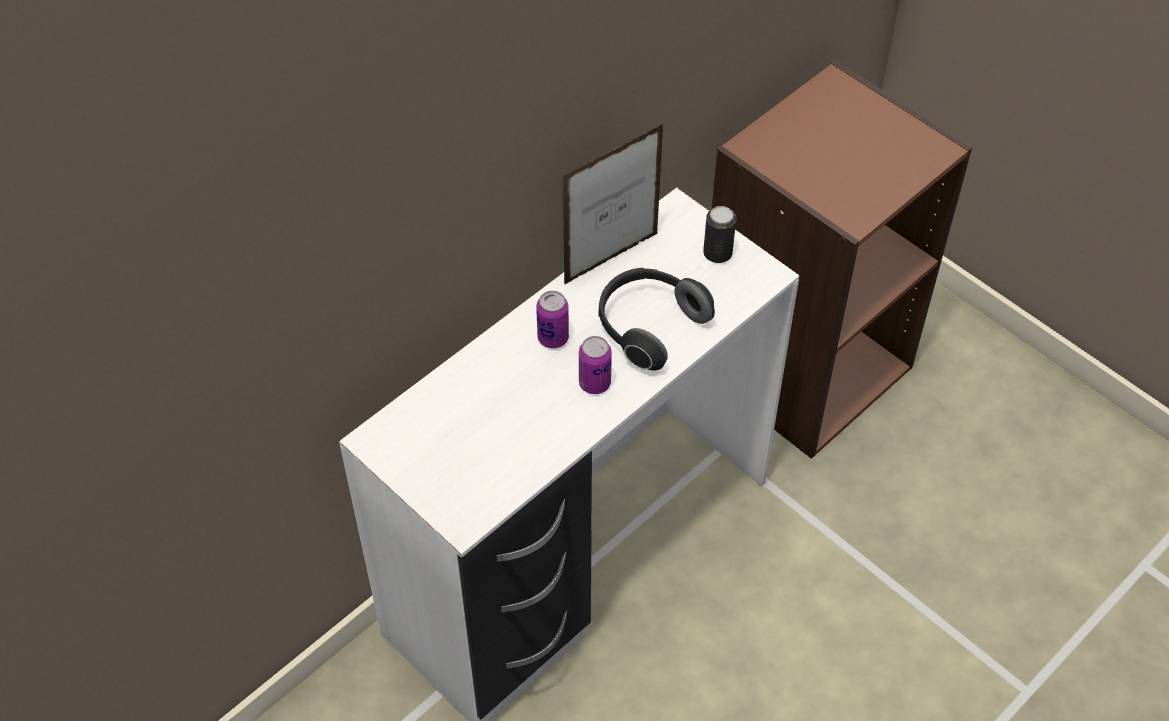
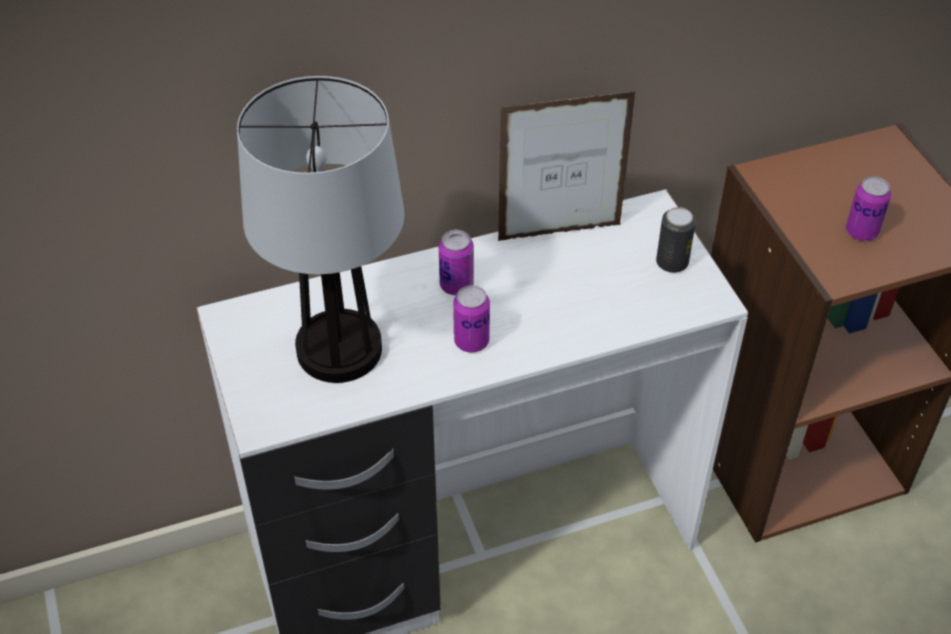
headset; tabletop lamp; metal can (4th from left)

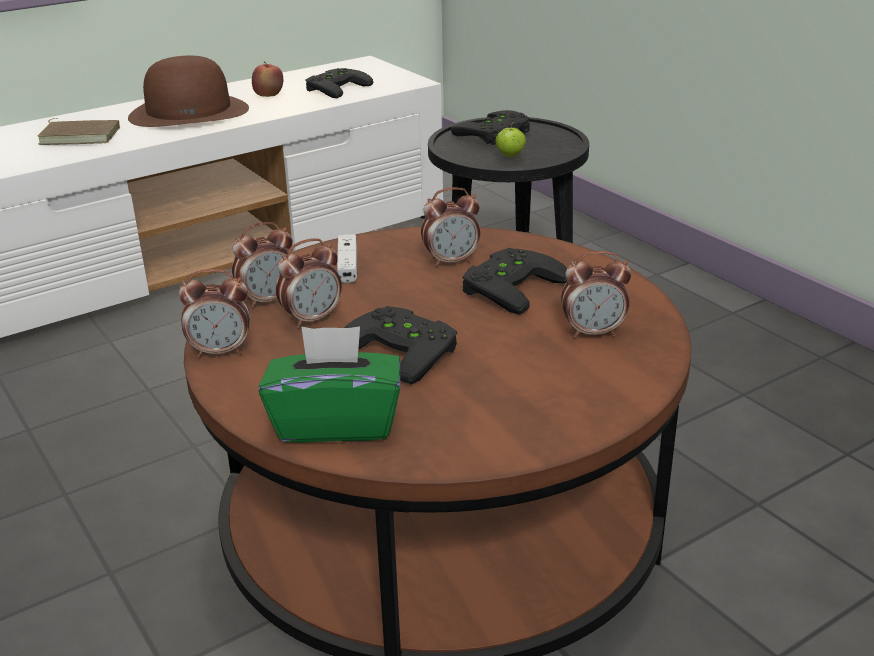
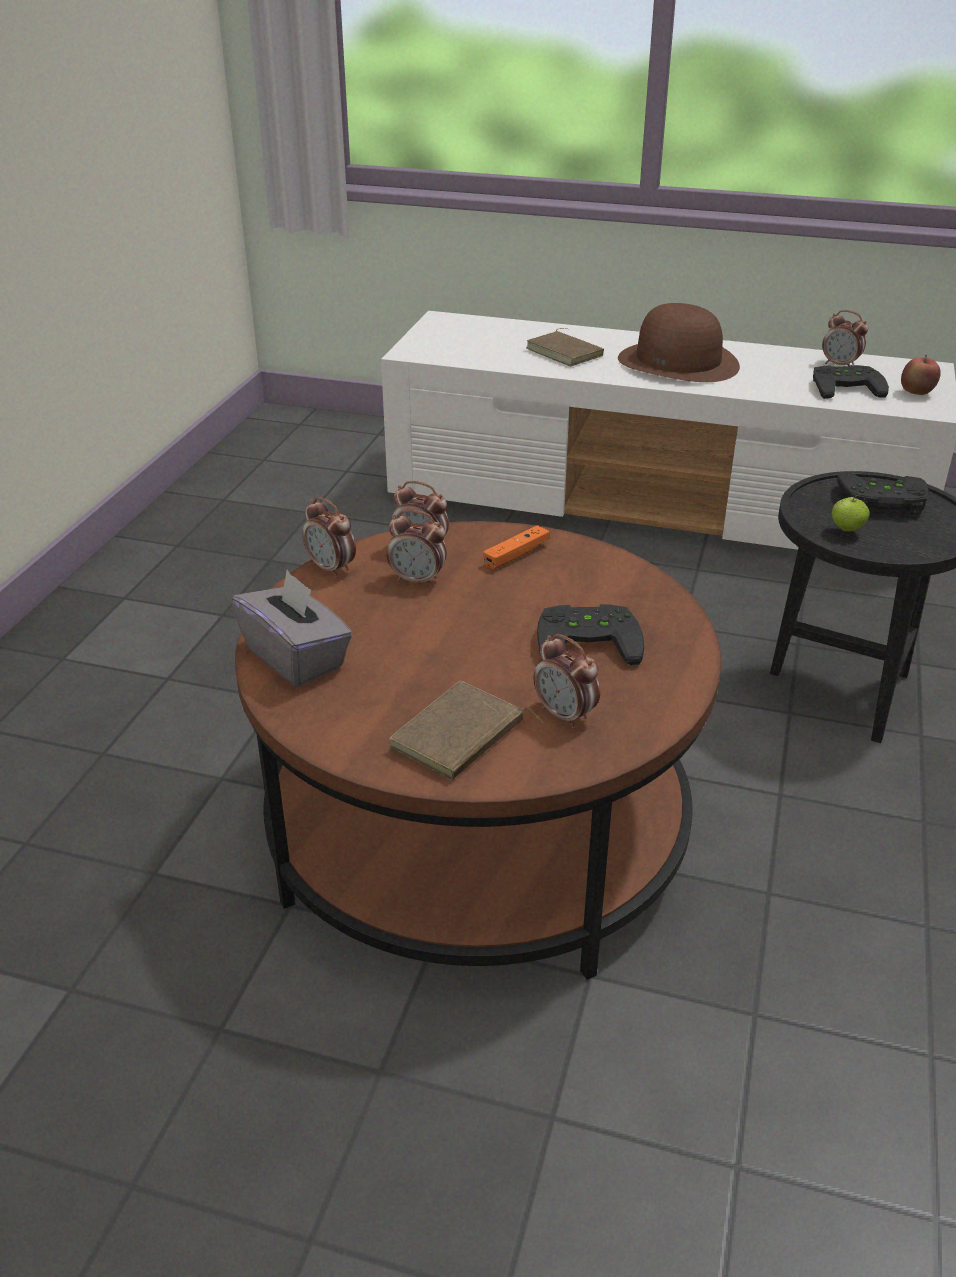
black-coloured gamepad (2nd from left in the first image); brownish book (1st from left); apple fruit (2nd from left); bedside clock (5th from left); gray tissue holder; orange gamepad

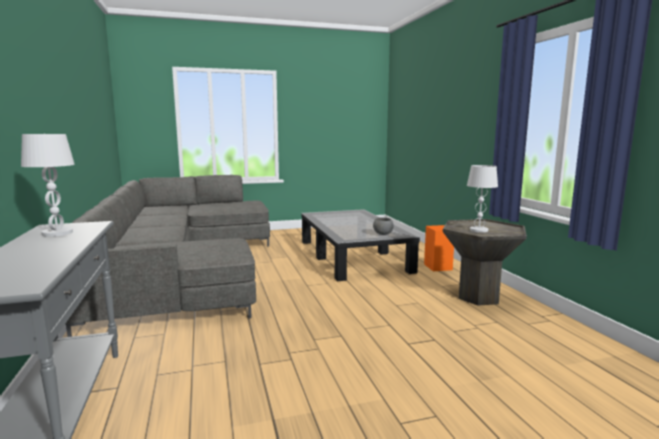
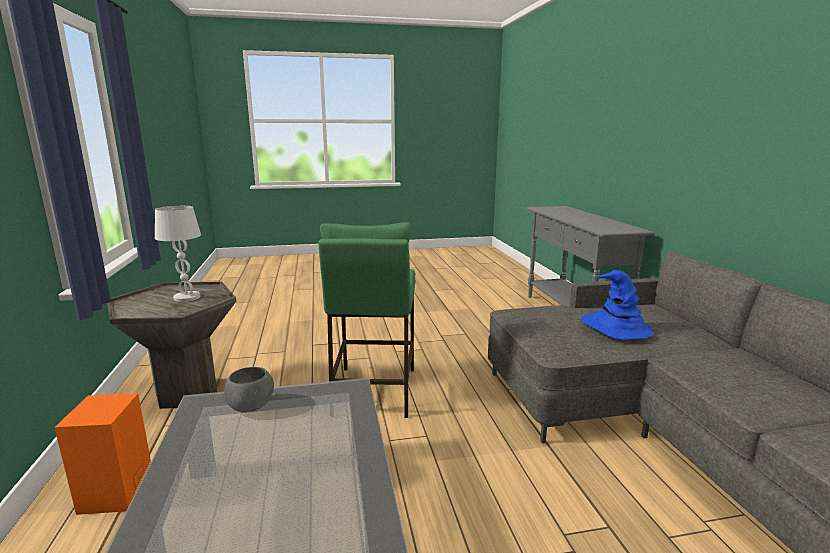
whitish tabletop lamp (1st from left in the first image); greenish stool; blue-coloured wearable hat

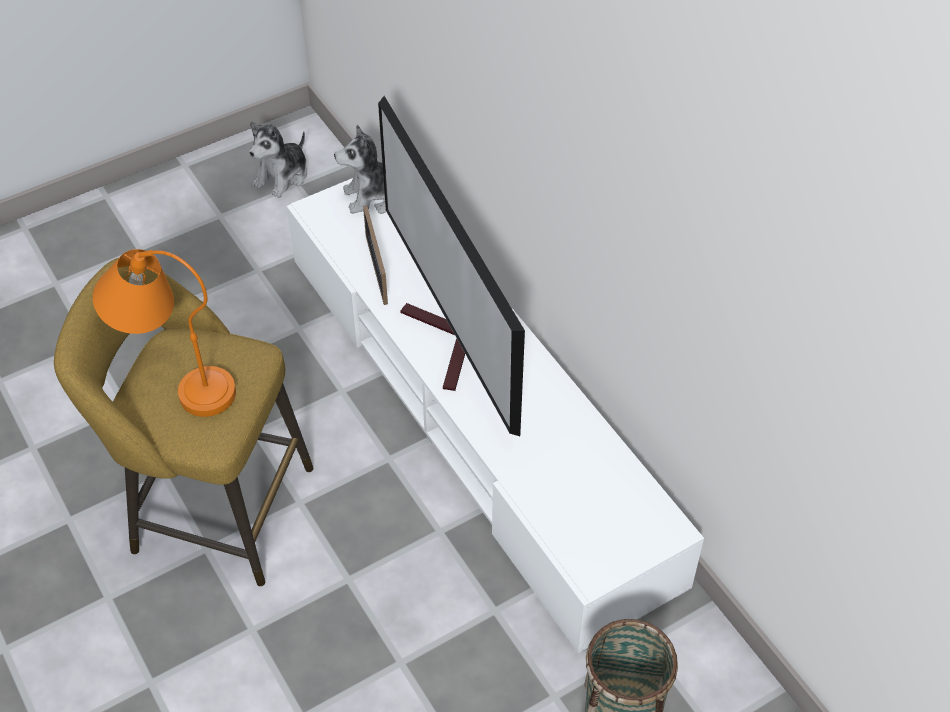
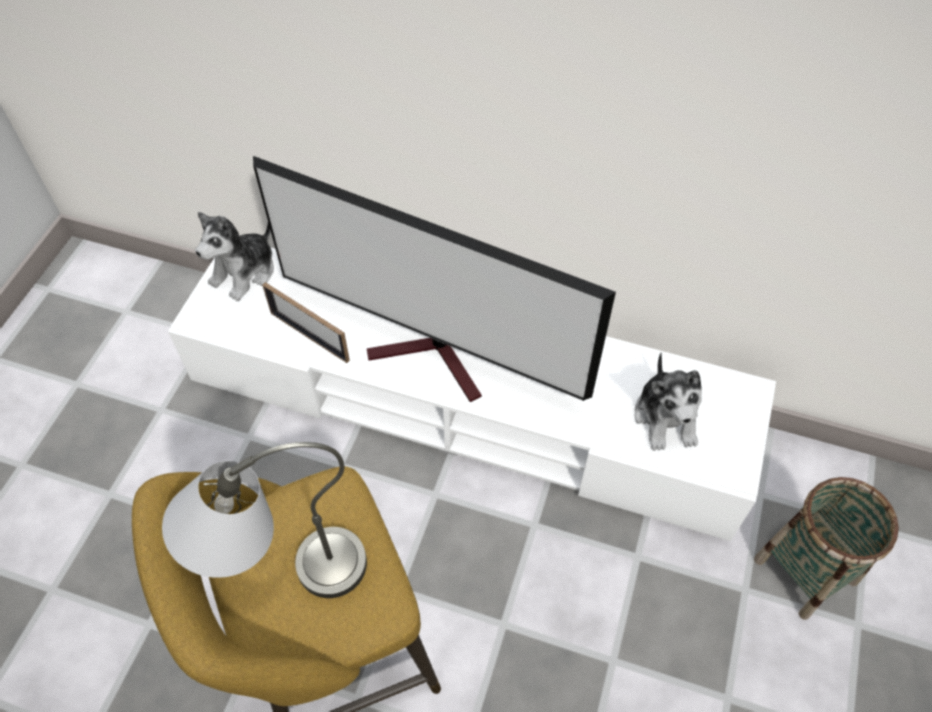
soft toy (2nd from left); gray tabletop lamp

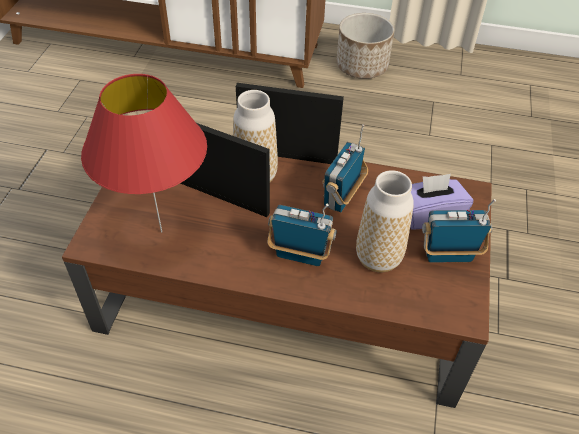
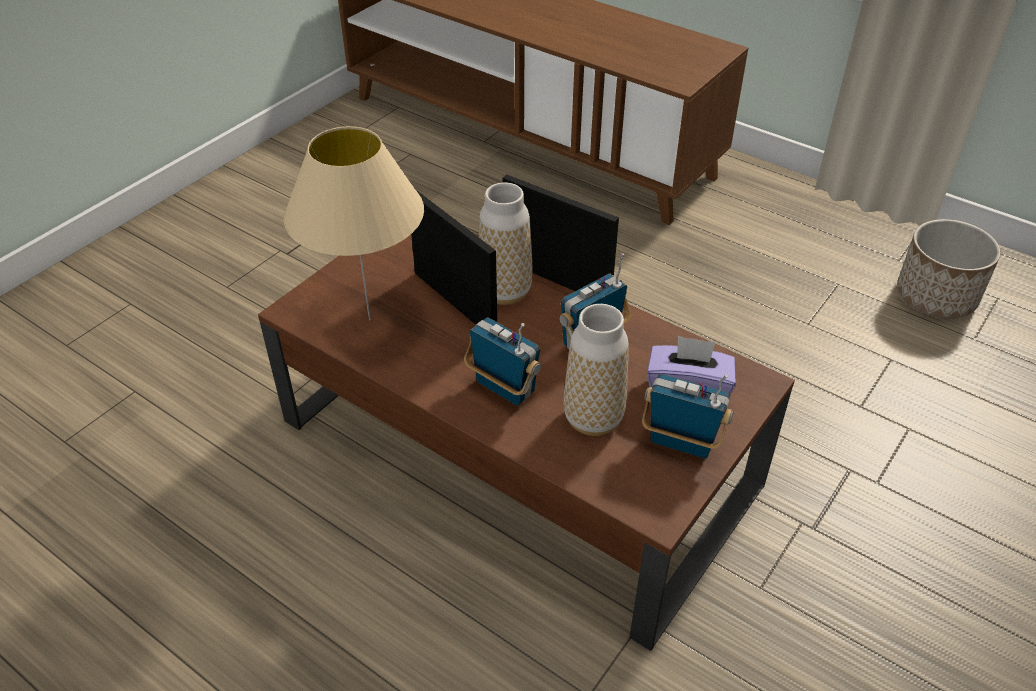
flower pot; sand-coloured tabletop lamp

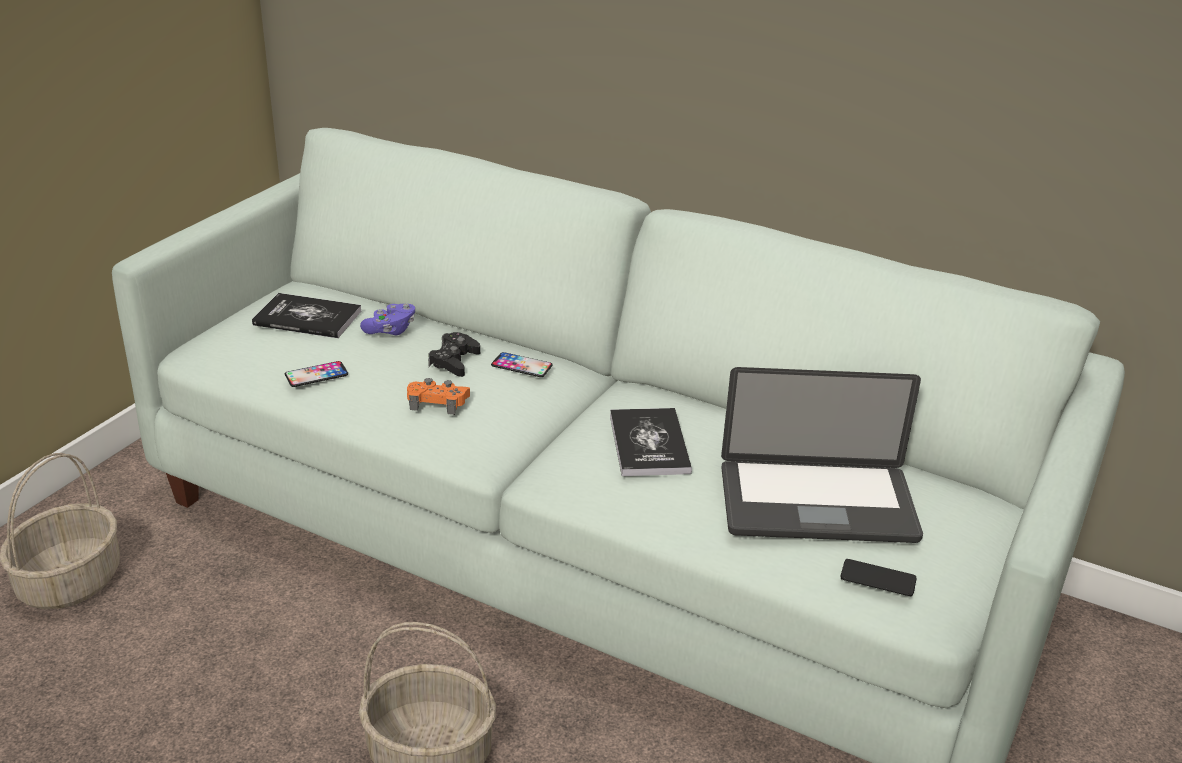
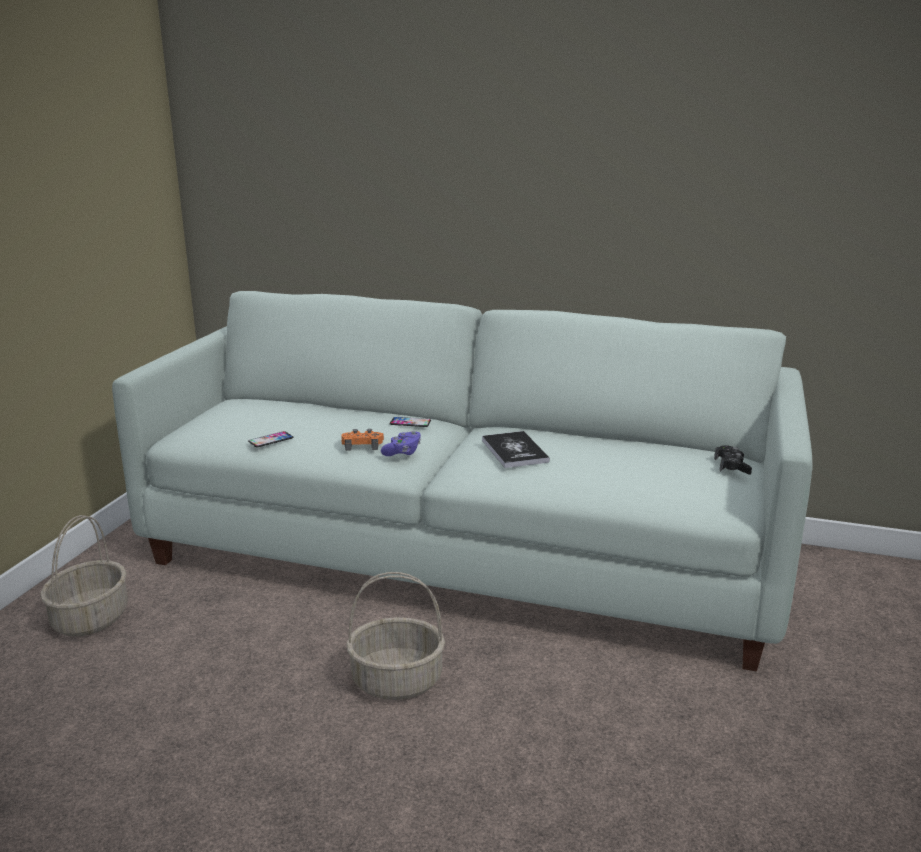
book (1st from left in the first image); notebook computer; handset (3rd from left in the first image); purple gamepad; black-coloured gamepad

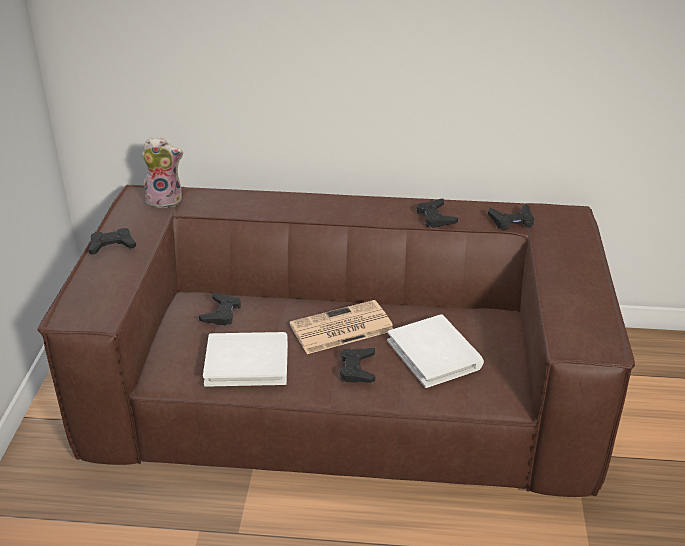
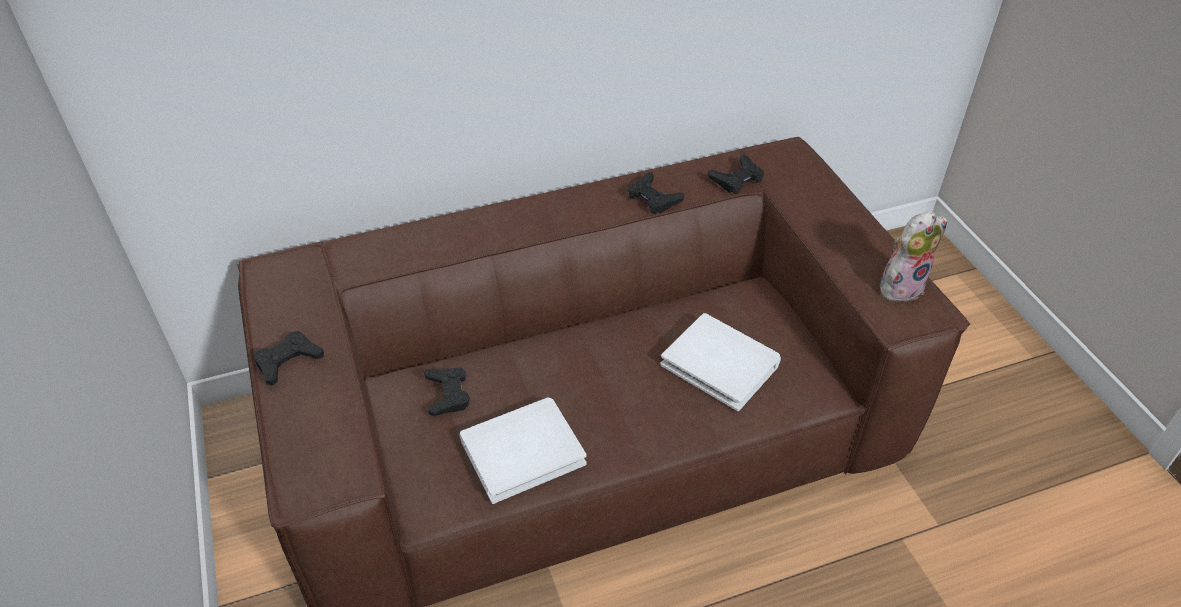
daily paper; black-coloured gamepad (3rd from left in the first image); soft toy

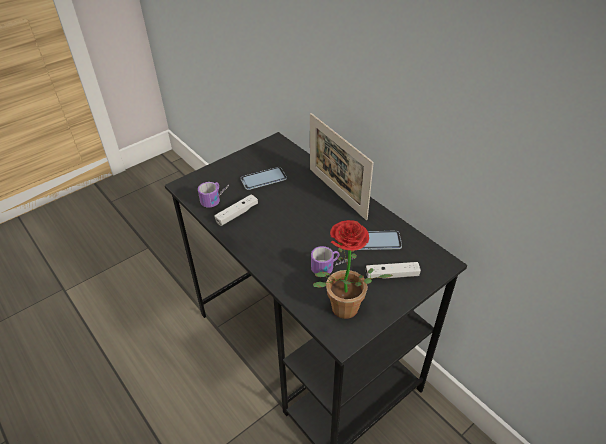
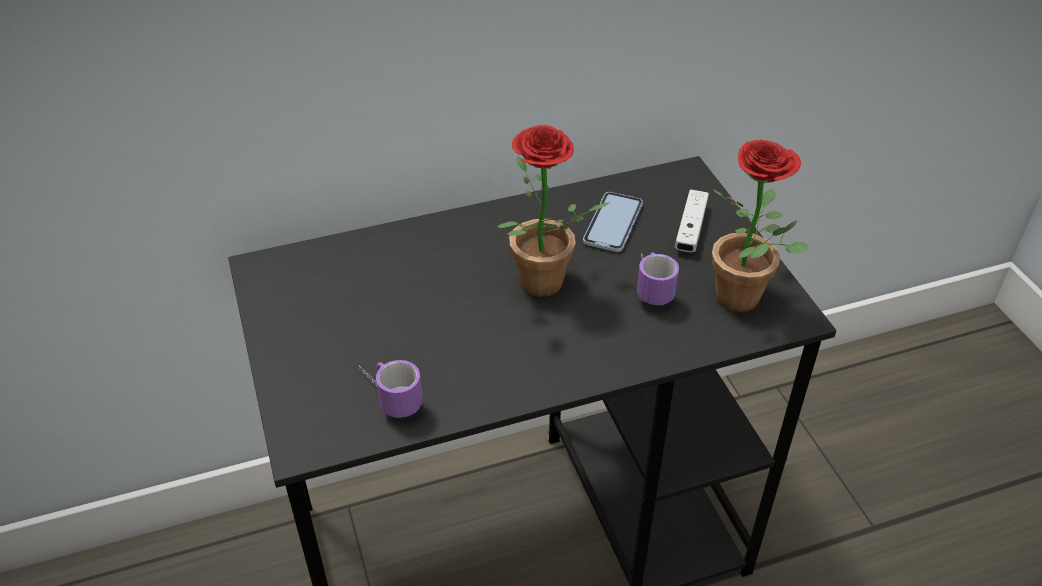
whitish gamepad (1st from left in the first image); handset (1st from left in the first image); photo frame; potted plant (1st from left)

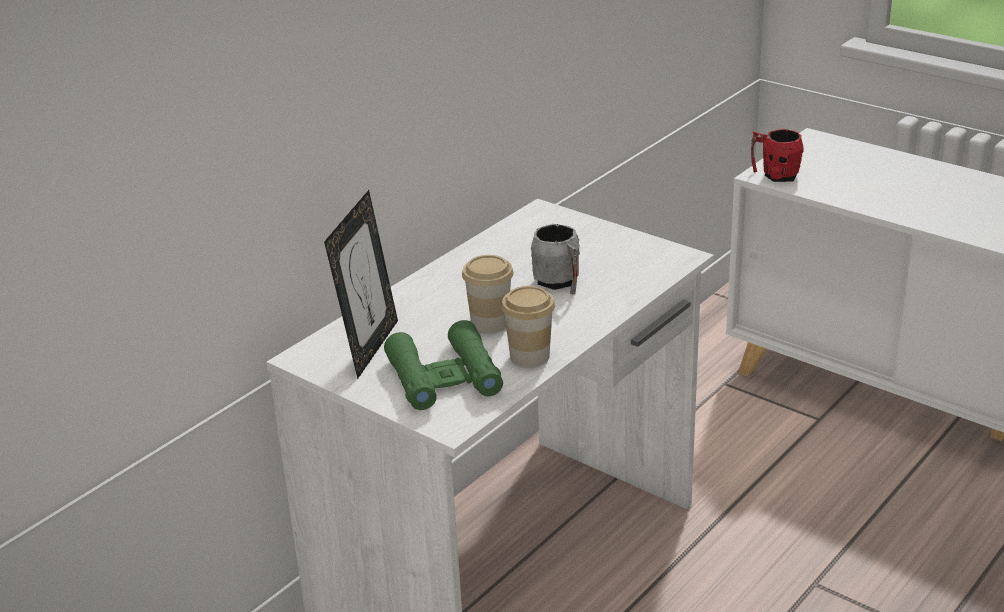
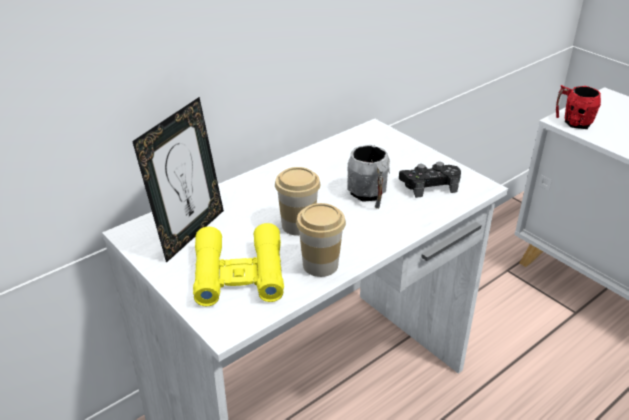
black-coloured gamepad; yellowish binoculars

